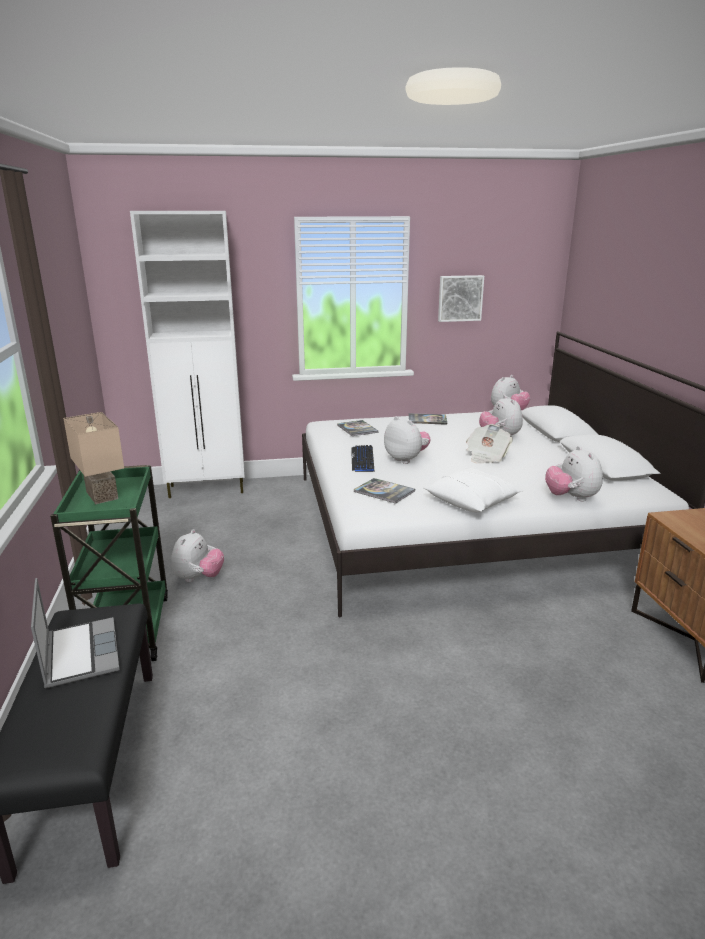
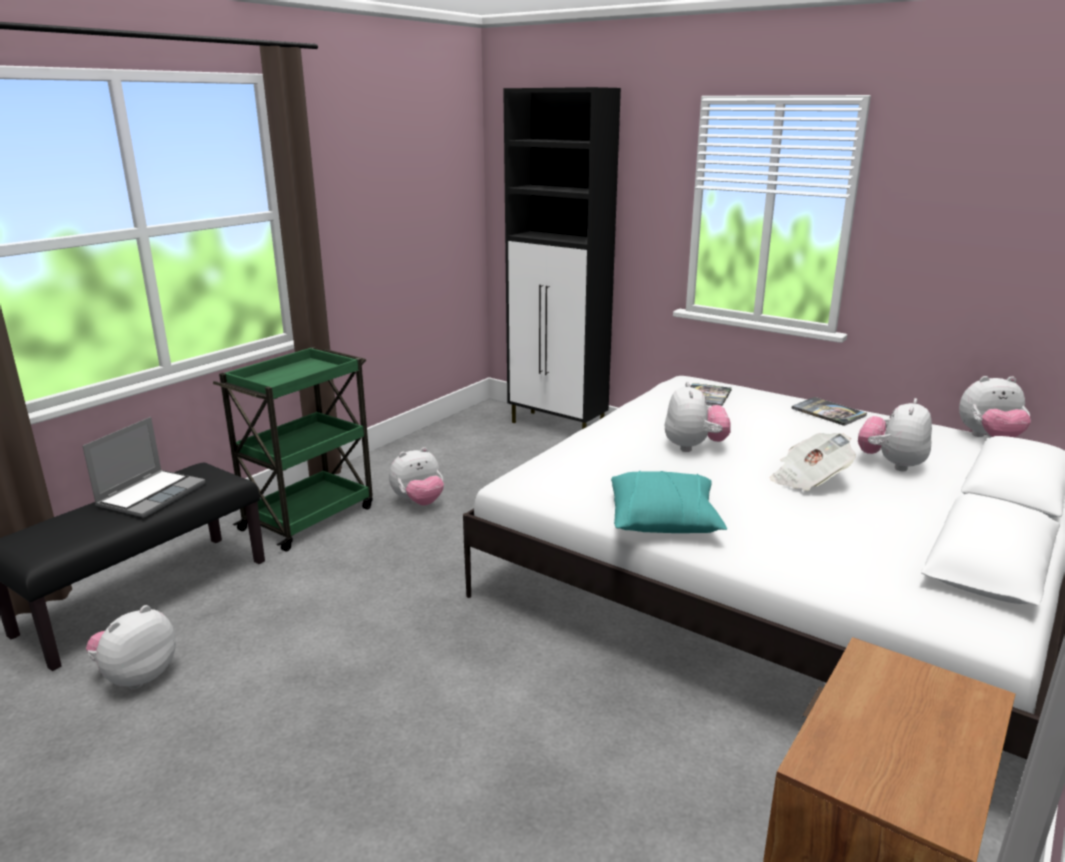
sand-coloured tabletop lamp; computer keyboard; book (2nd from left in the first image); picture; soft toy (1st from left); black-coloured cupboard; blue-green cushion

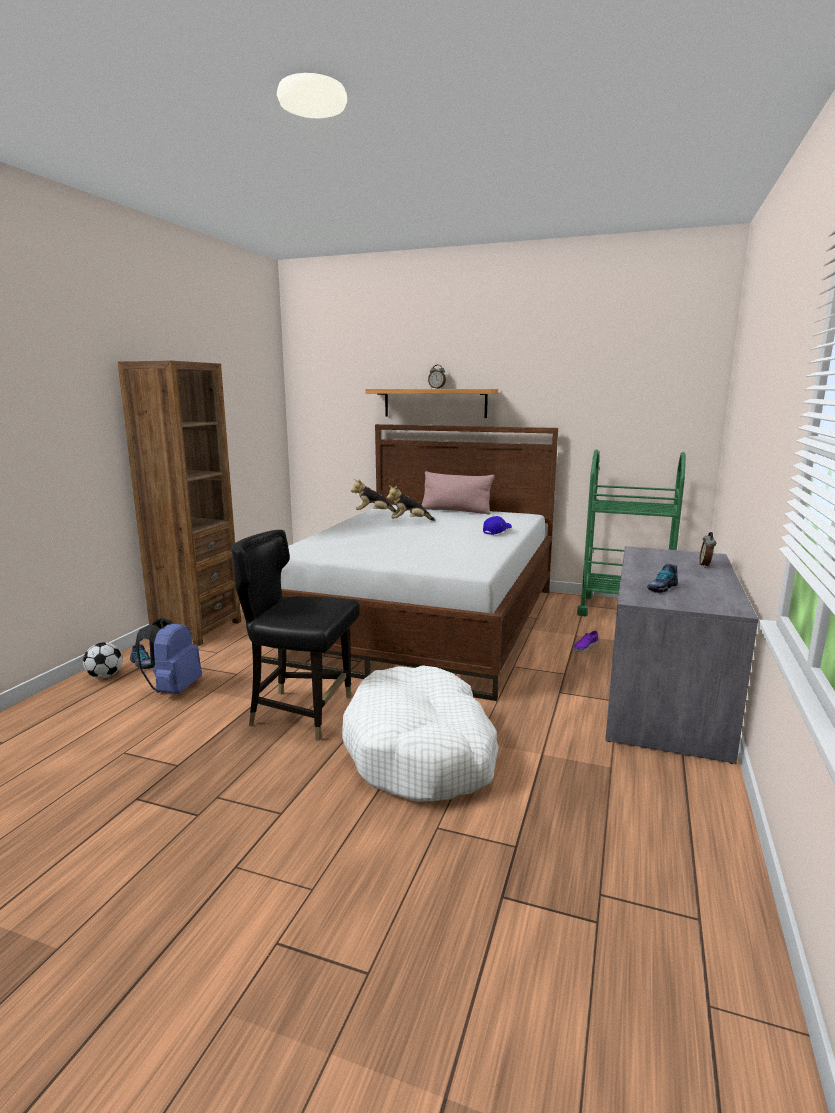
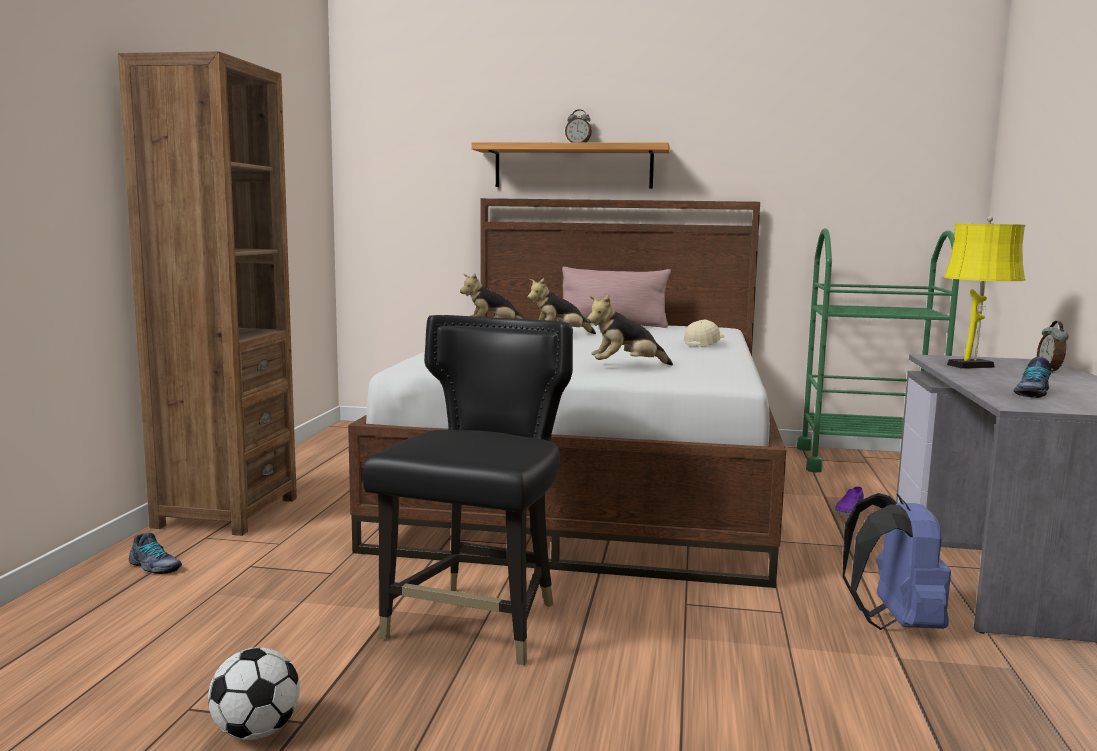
whitish pet bed; soft toy (3rd from left); yellowish tabletop lamp; football; blue-coloured backpack; sand-coloured cap; black-coloured plain chair

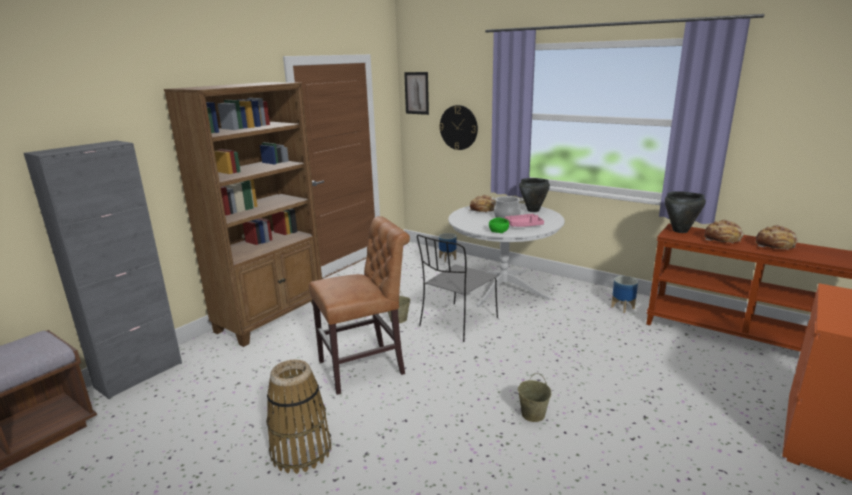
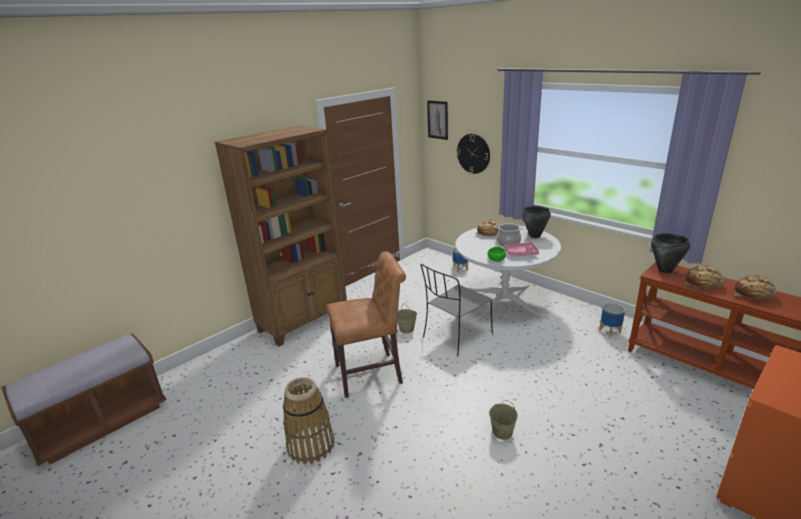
gray cupboard

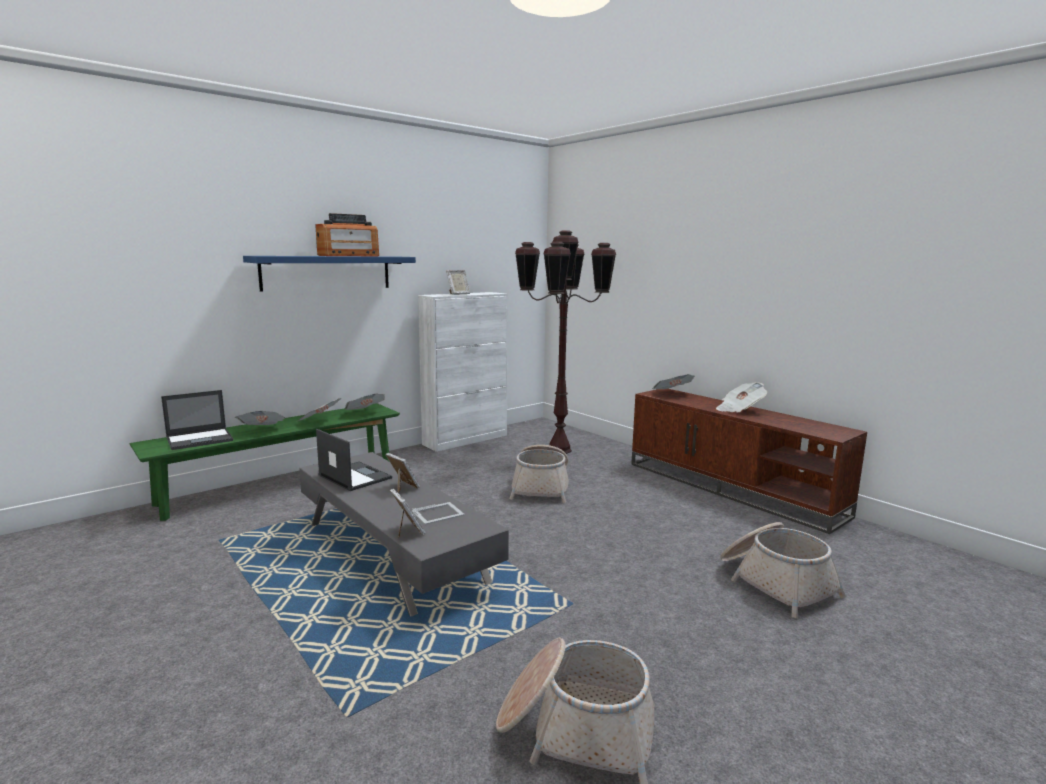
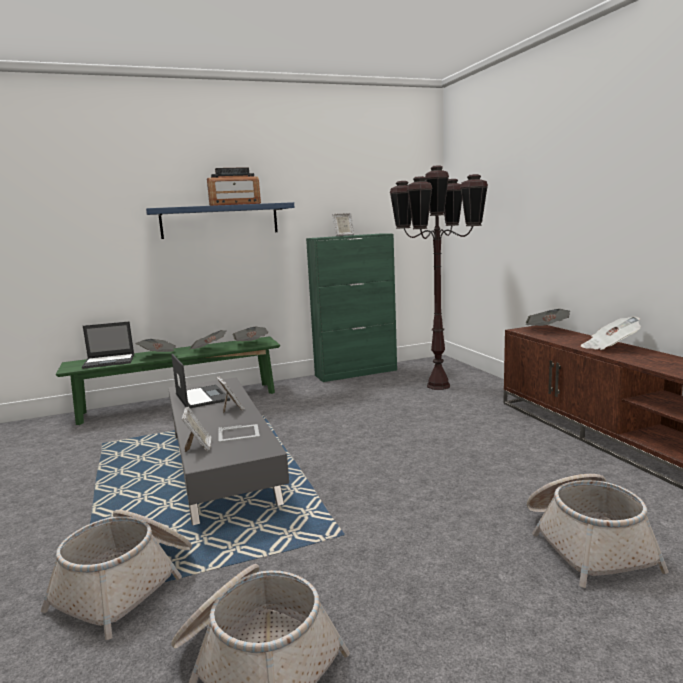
storage basket (1st from left); greenish cupboard

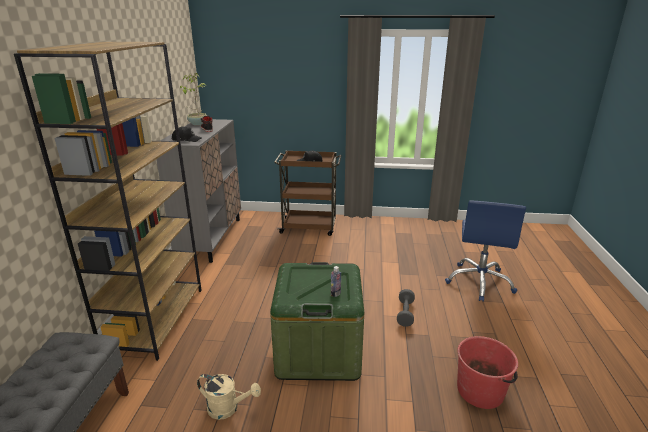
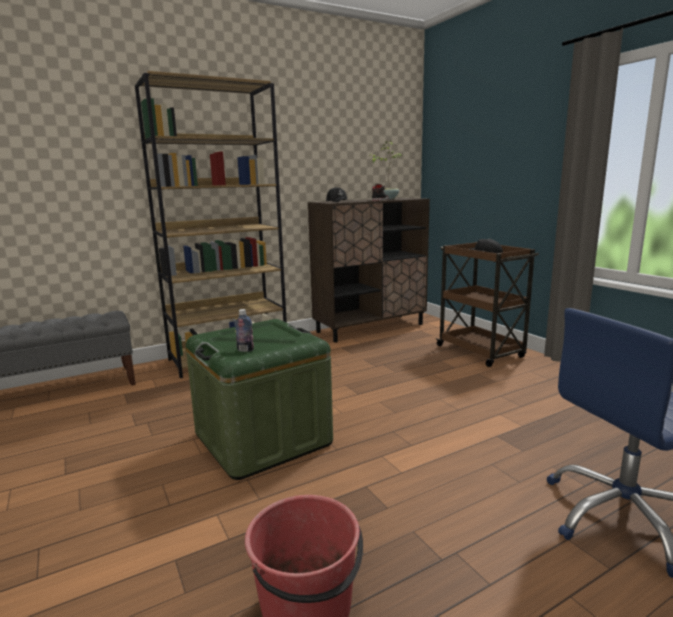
sand-coloured sprinkling can; gray dumbbell; brownish cupboard

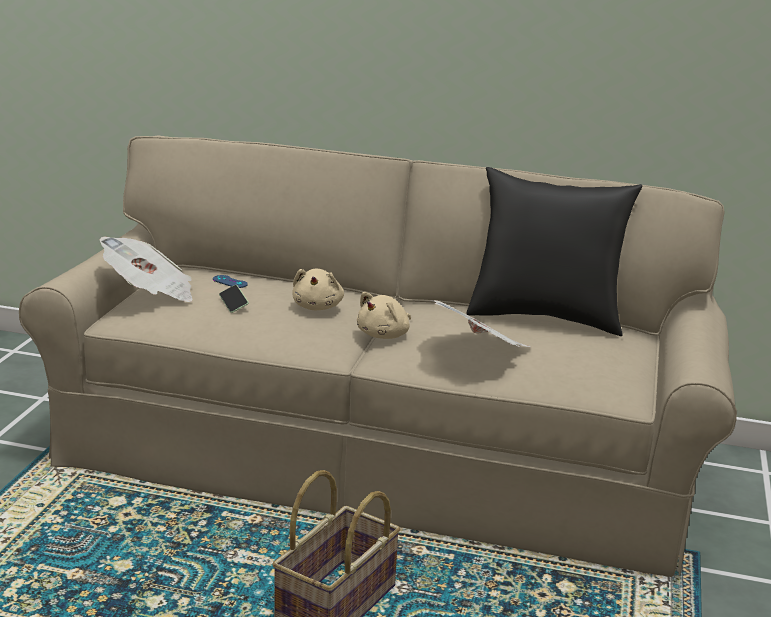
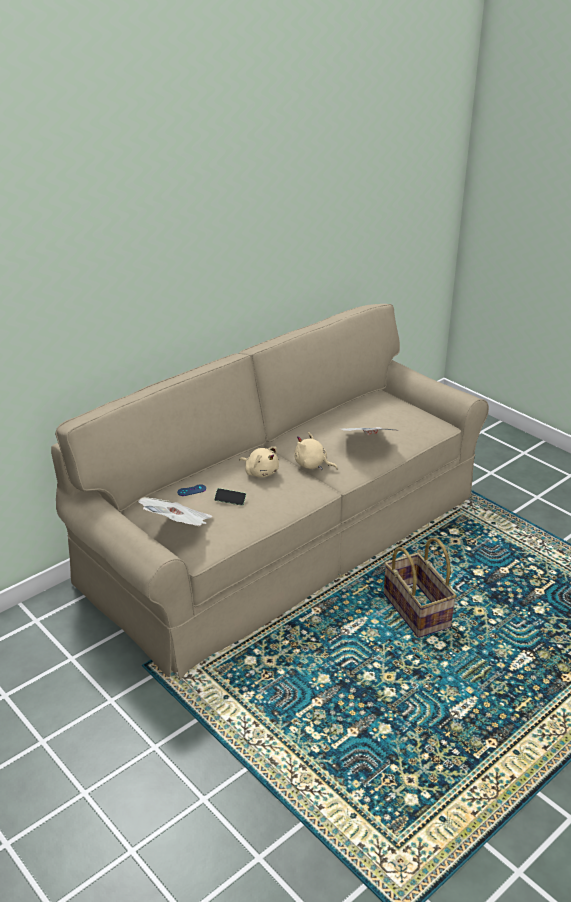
black-coloured cushion; sand-coloured soft toy (2nd from left)

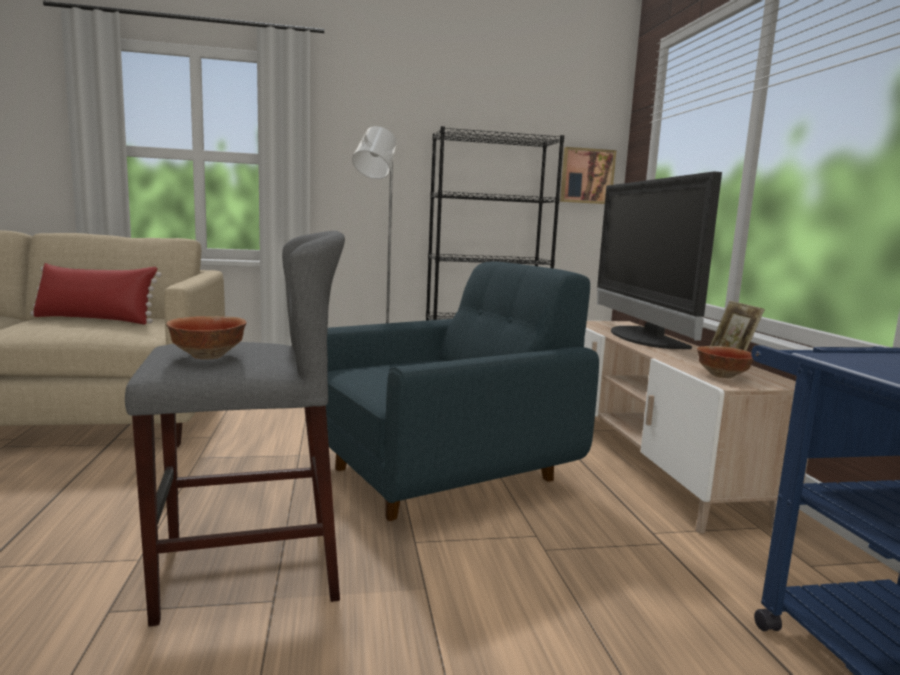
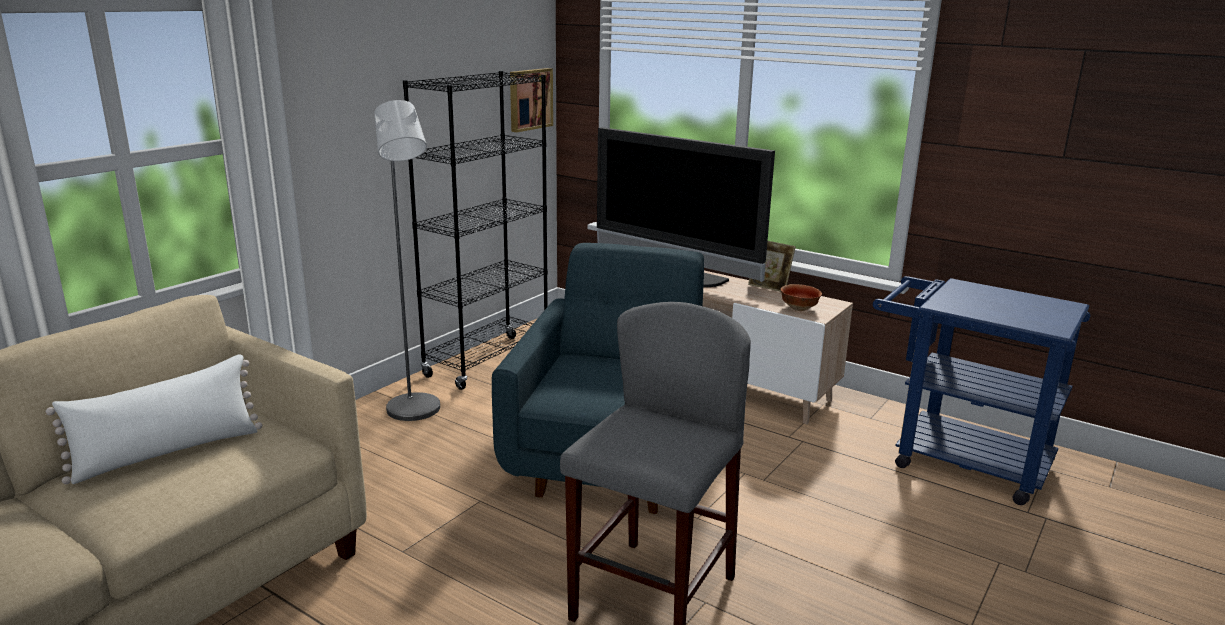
deep dish (1st from left in the first image); whitish cushion

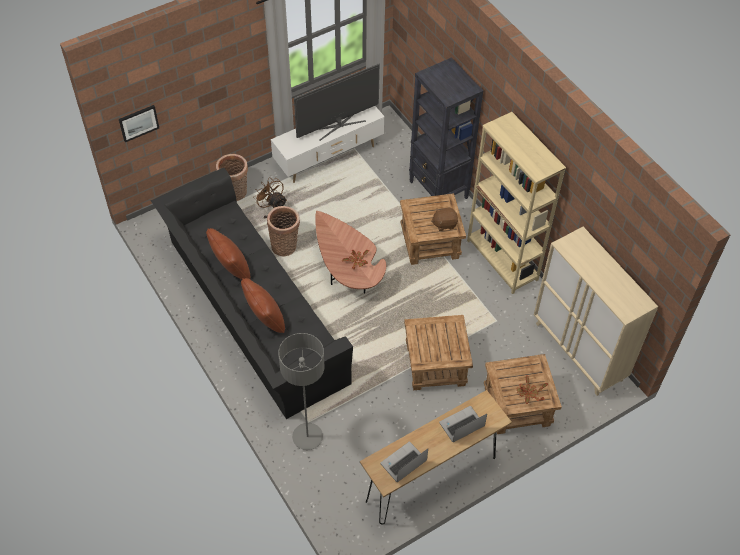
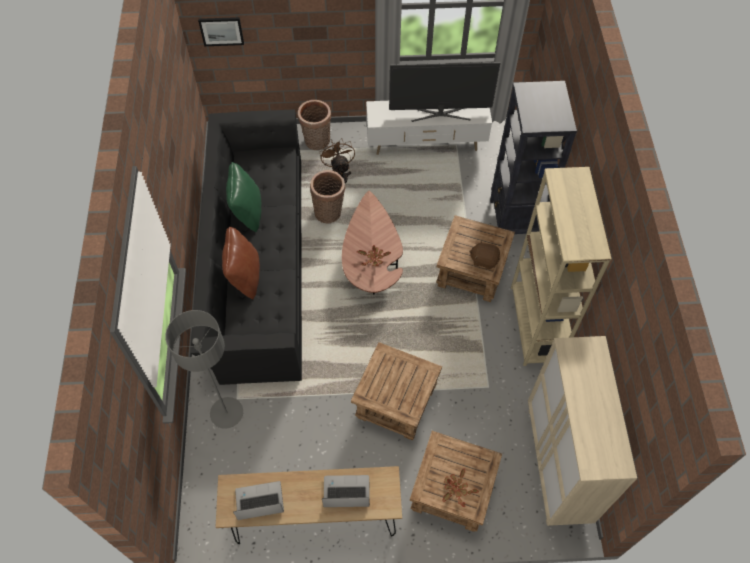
greenish cushion

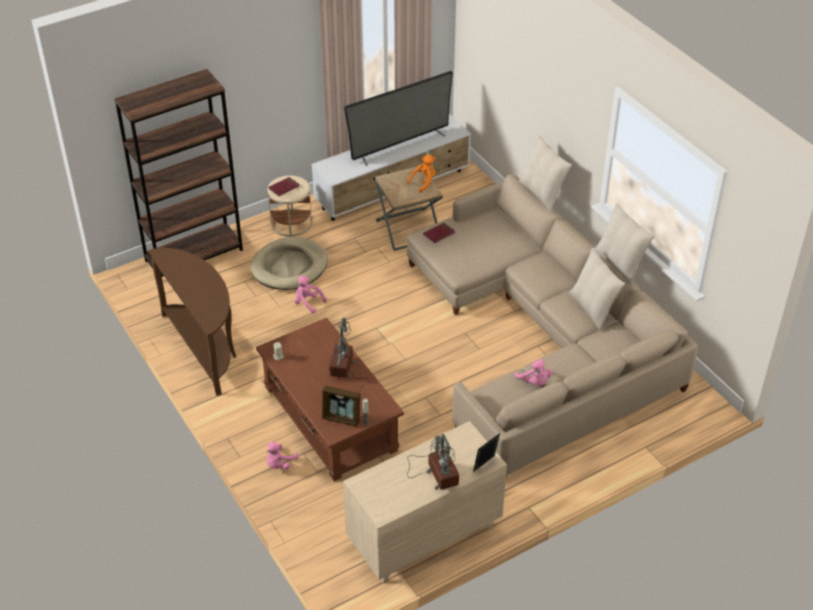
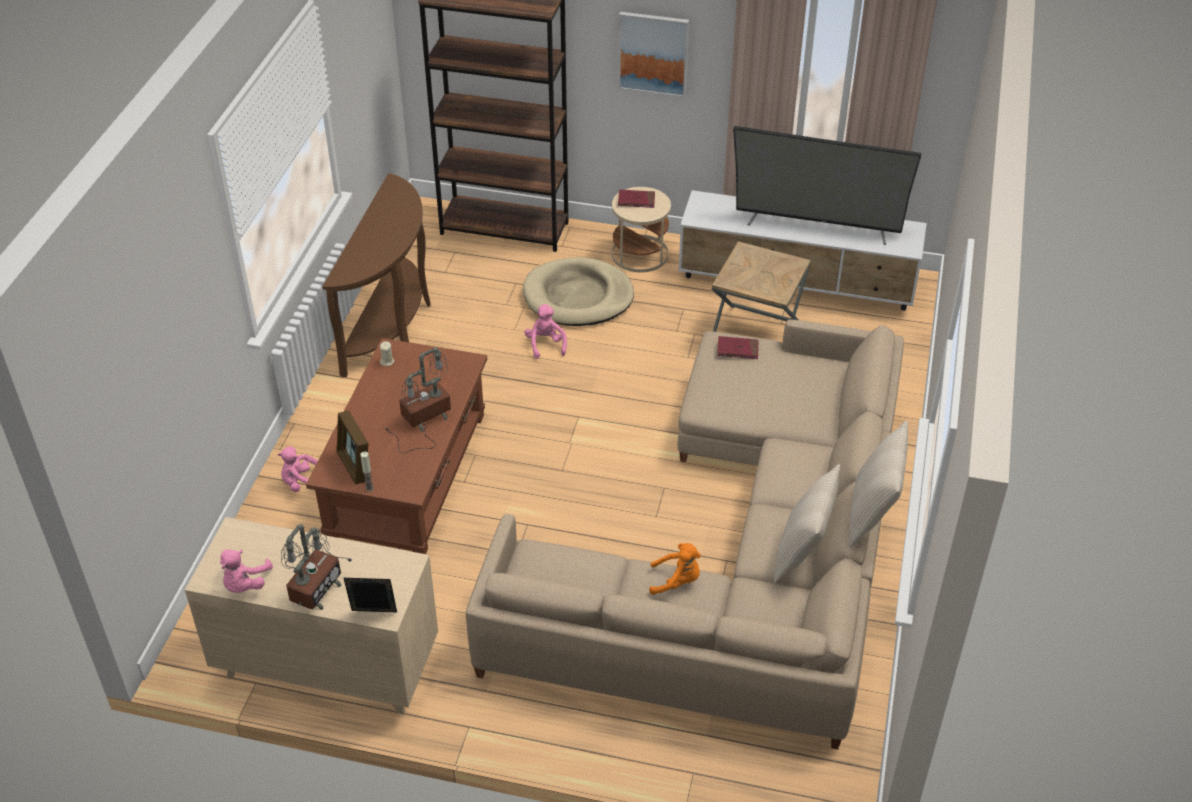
sand-coloured cushion (1st from left in the first image); picture; orange soft toy; pinkish soft toy (1st from left)

